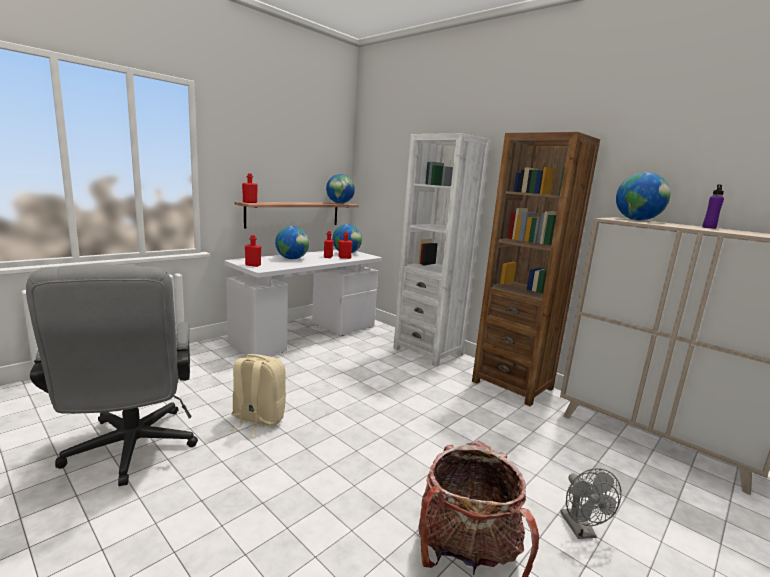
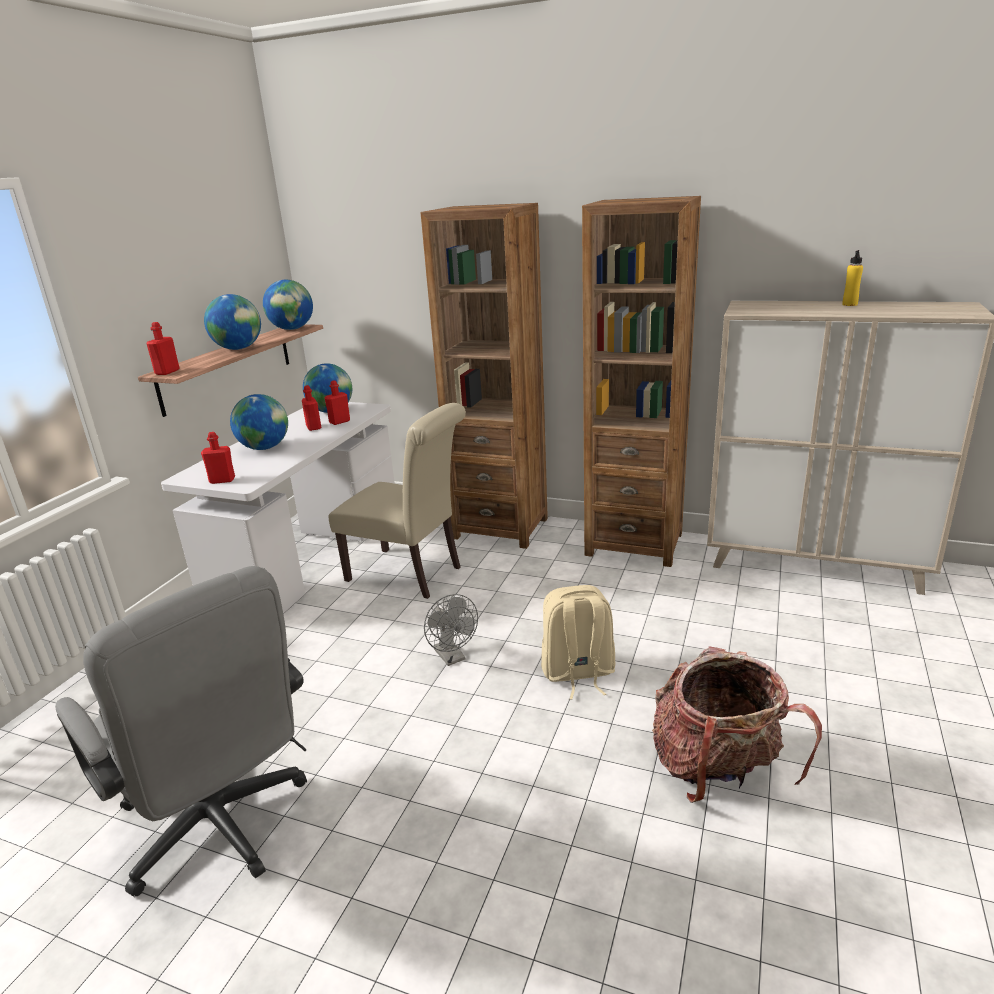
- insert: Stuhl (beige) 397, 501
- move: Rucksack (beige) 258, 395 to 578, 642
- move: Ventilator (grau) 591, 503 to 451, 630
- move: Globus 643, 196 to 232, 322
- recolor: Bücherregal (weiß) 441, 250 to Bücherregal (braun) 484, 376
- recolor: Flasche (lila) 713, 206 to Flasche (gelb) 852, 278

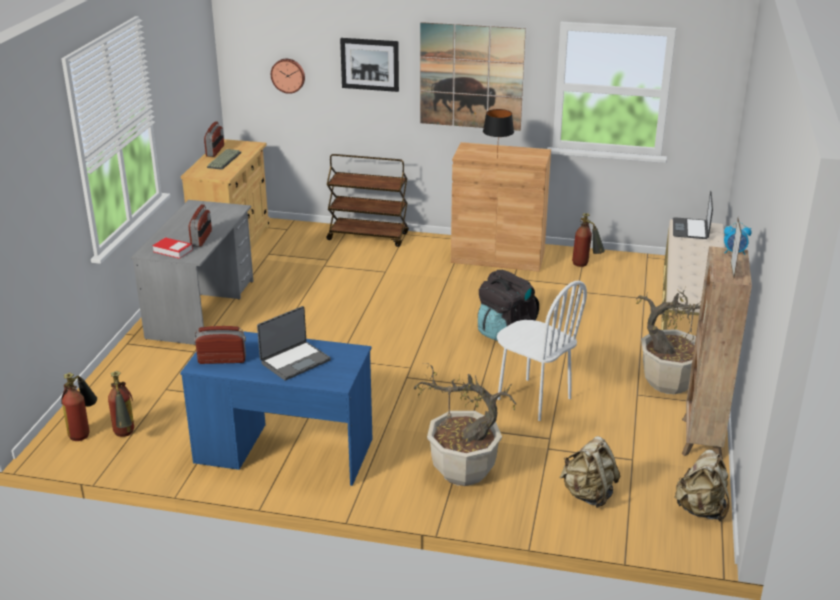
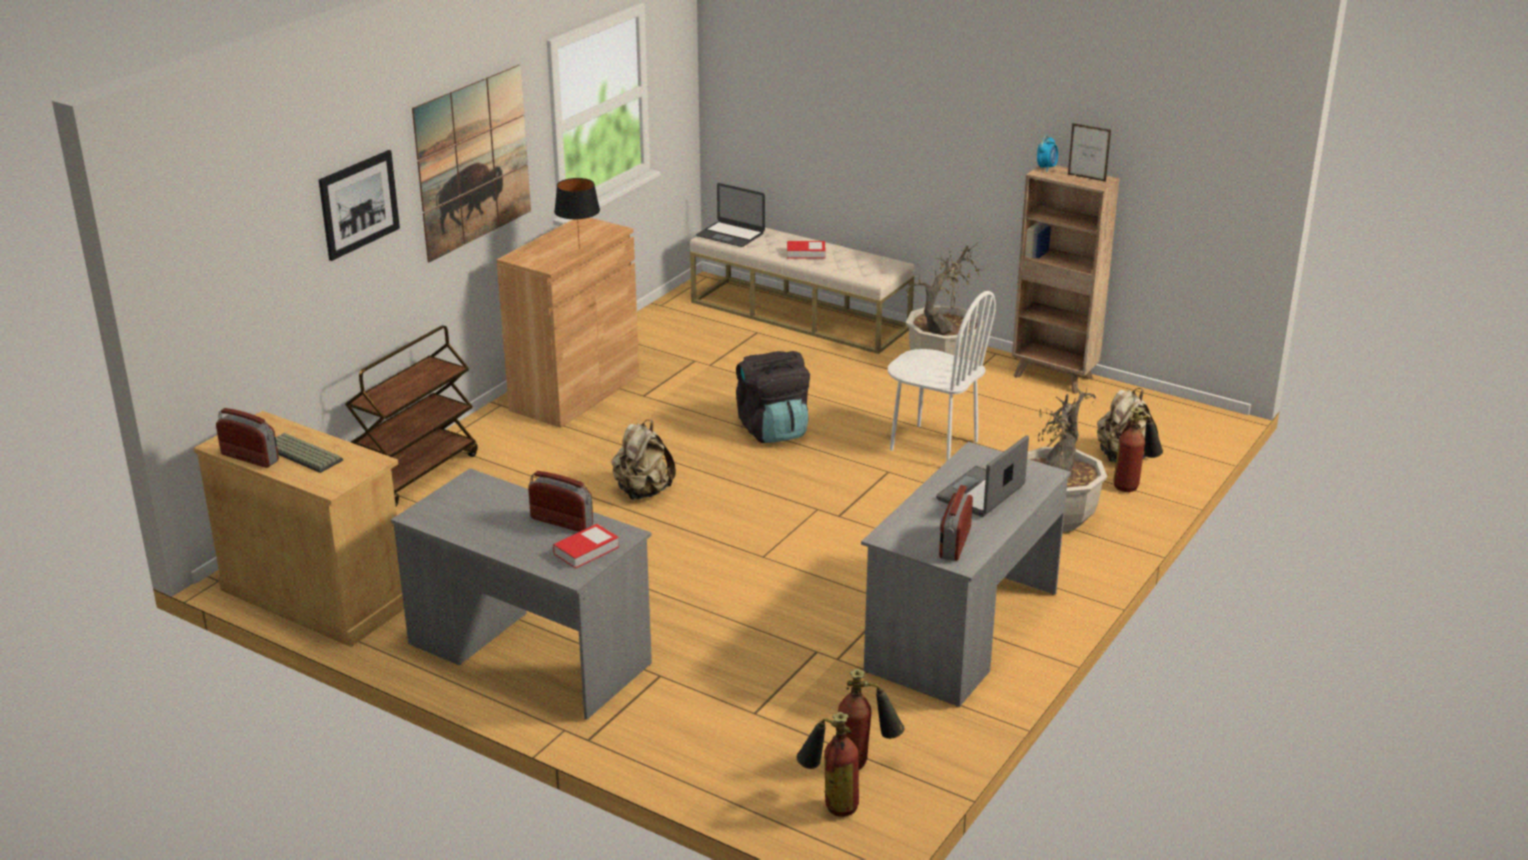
- delete: Wanduhr 288, 76
- insert: Buch 806, 249
- move: Feuerlöscher 588, 240 to 1138, 449
- move: Rucksack (beige) 702, 485 to 643, 460
- recolor: Schreibtisch (blau) 276, 408 to Schreibtisch (grau) 966, 574
- rotate: Laptop 294, 343 = 982, 476 120 degrees counterclockwise
- rotate: Stuhl (weiß) 542, 351 = 942, 376 60 degrees clockwise

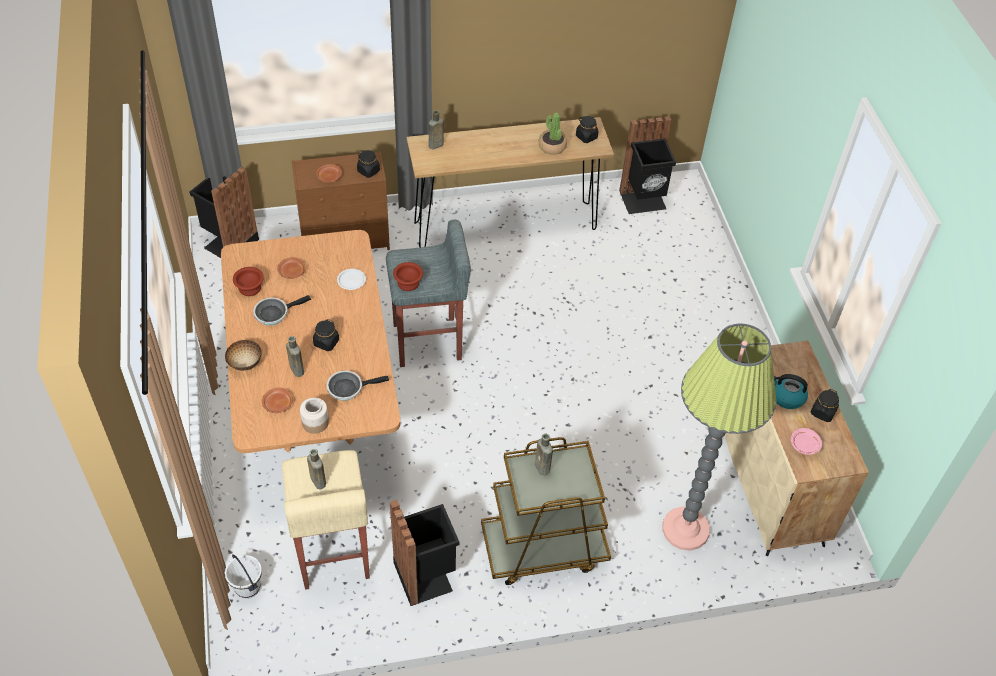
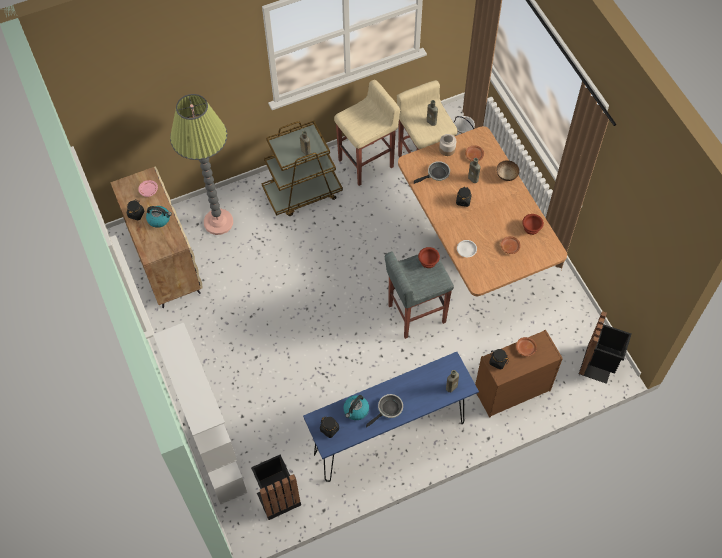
- insert: Bücherregal (weiß) 200, 413
- move: Pfanne 282, 310 to 384, 410
- replace: Mülleimer (schwarz) 424, 553 to Hocker (beige) 367, 133
- replace: Topfpflanze 553, 134 to Wasserkessel 356, 407
- recolor: Konsolentisch (braun) 510, 182 to Konsolentisch (blau) 391, 417

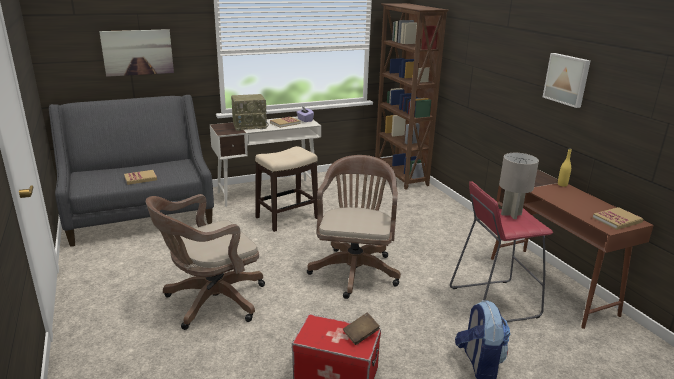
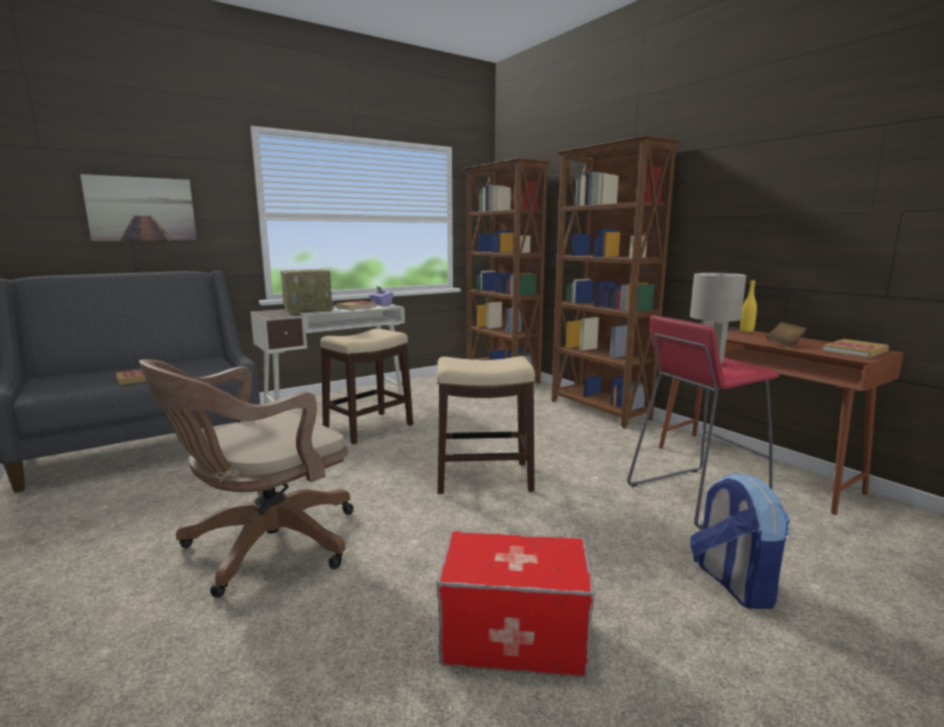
- delete: Bild 567, 80
- insert: Bücherregal (braun) 615, 281
- move: Buch (braun) 361, 329 to 786, 334
- replace: Bürostuhl (braun) 354, 227 to Hocker 486, 425

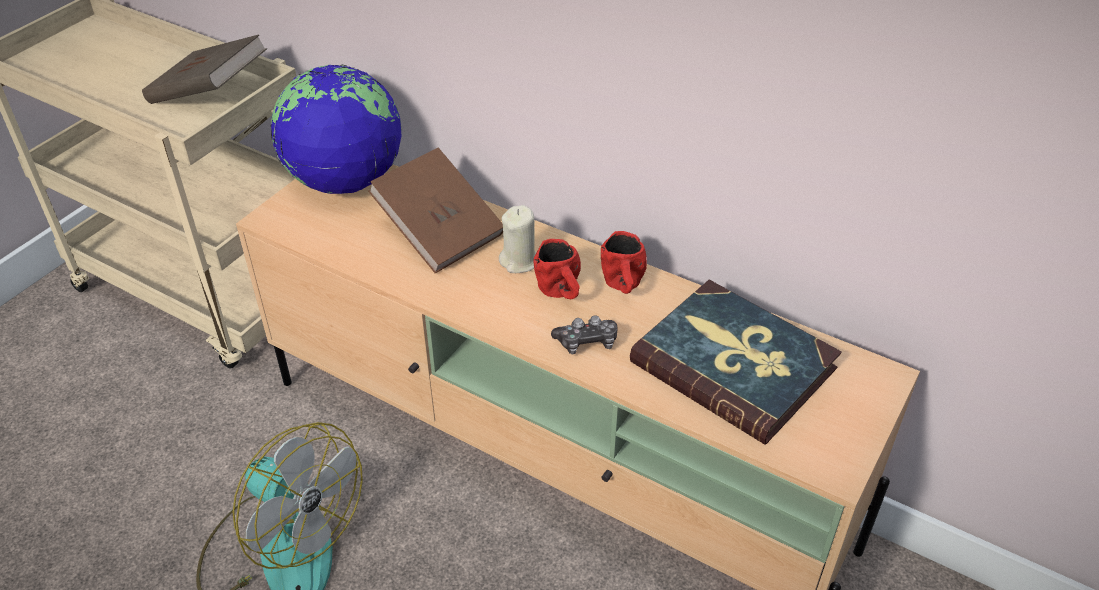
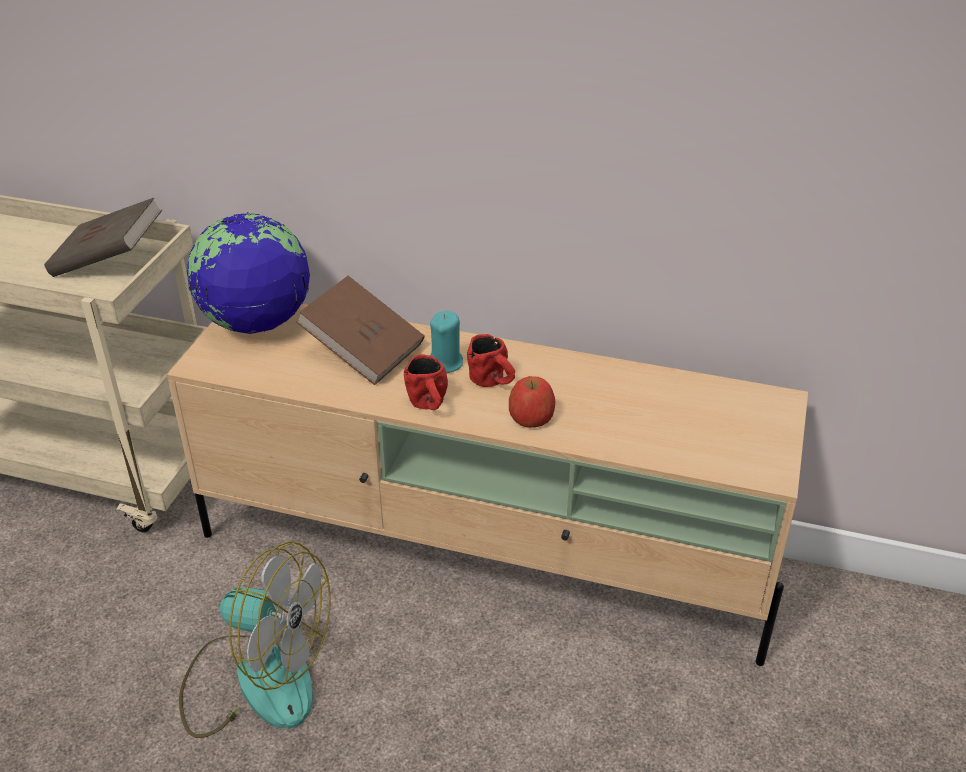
- delete: Buch 736, 362
- move: Henkelbecher (rot) 624, 262 to 426, 382
- replace: Gamepad 584, 334 to Apfel 532, 402
- recolor: Kerze (beige) 518, 239 to Kerze (türkis) 446, 341

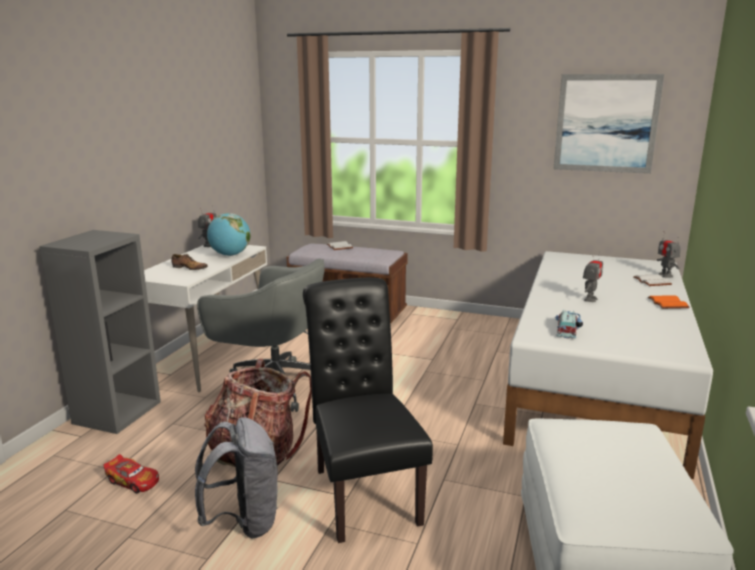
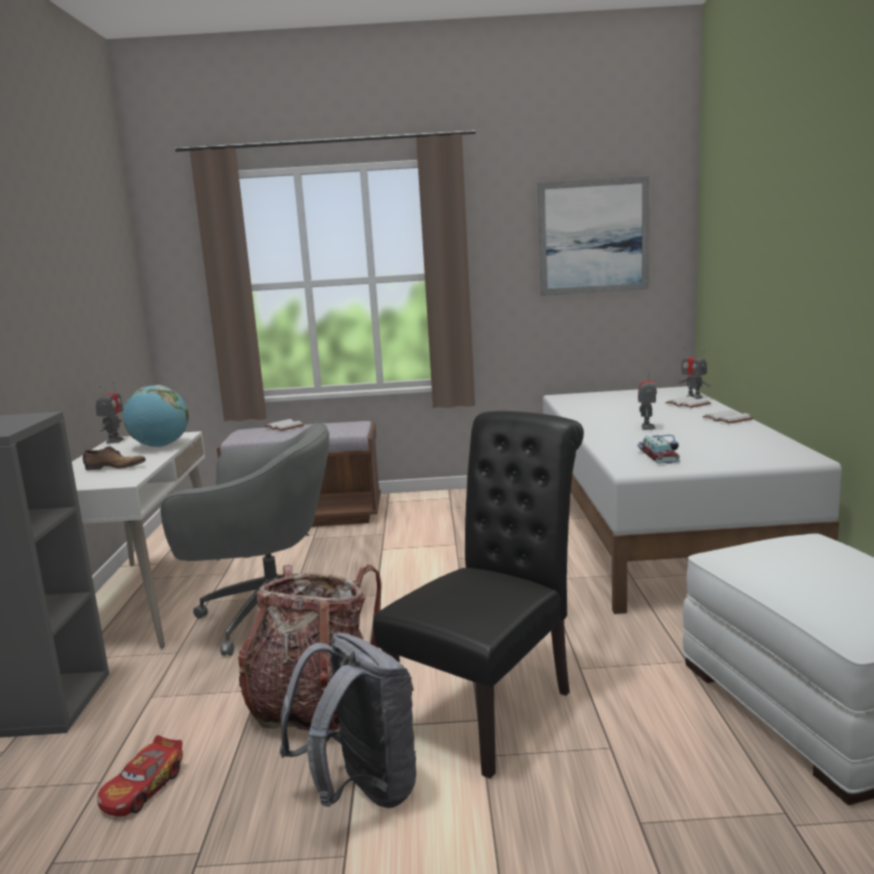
- recolor: Buch (orange) 669, 302 to Buch (weiß) 728, 417
- rotate: Spielzeugauto 131, 474 = 140, 775 105 degrees clockwise
- rotate: Stuhl (schwarz) 368, 410 = 478, 595 75 degrees clockwise

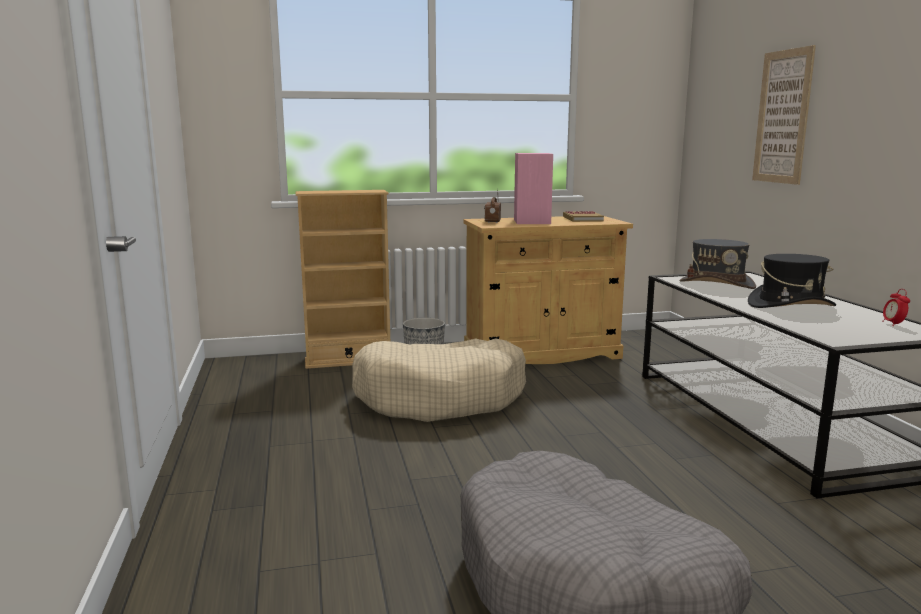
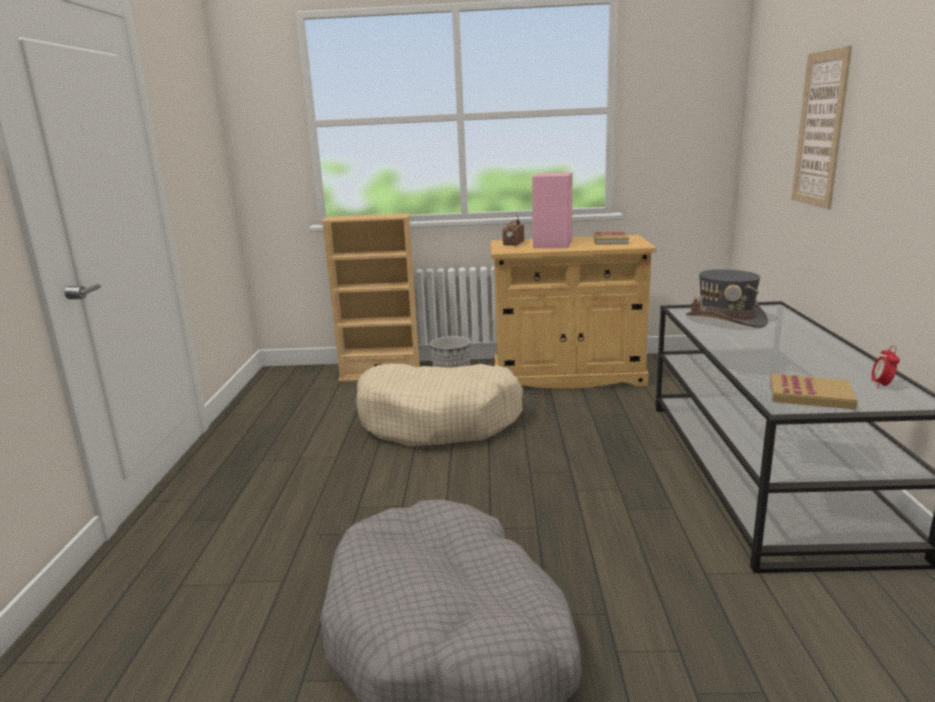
- delete: Hut (schwarz) 792, 281
- insert: Buch 813, 392

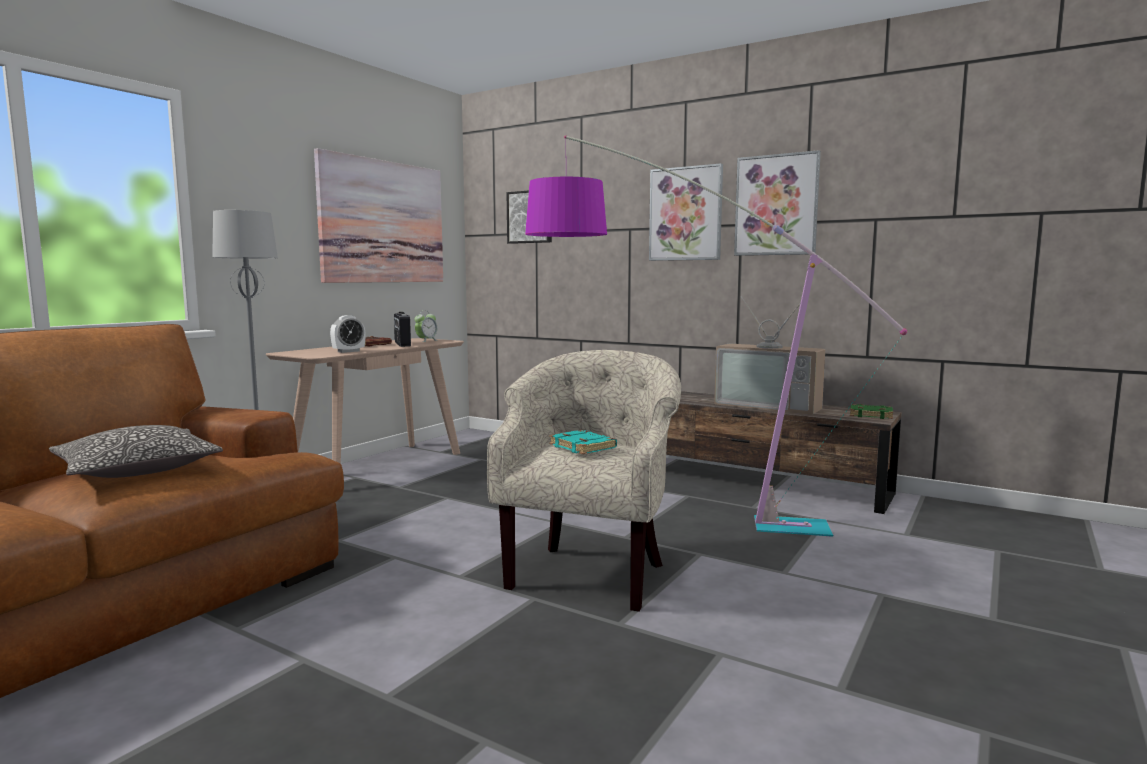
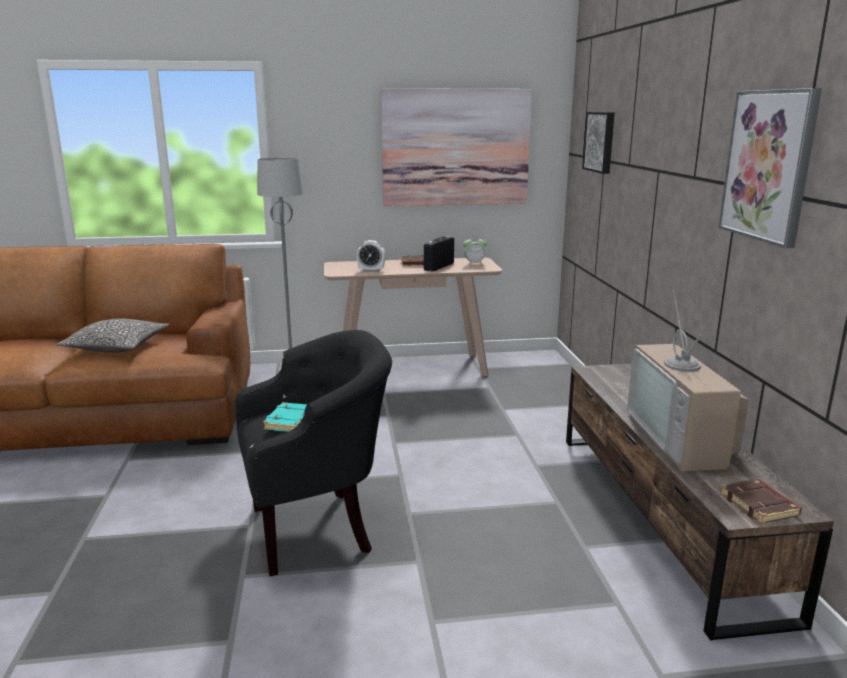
- delete: Stehlampe 716, 336
- delete: Bild 686, 212
- recolor: Sessel (beige) 584, 481 to Sessel (schwarz) 313, 453
- recolor: Buch (grün) 871, 411 to Buch (braun) 761, 501

